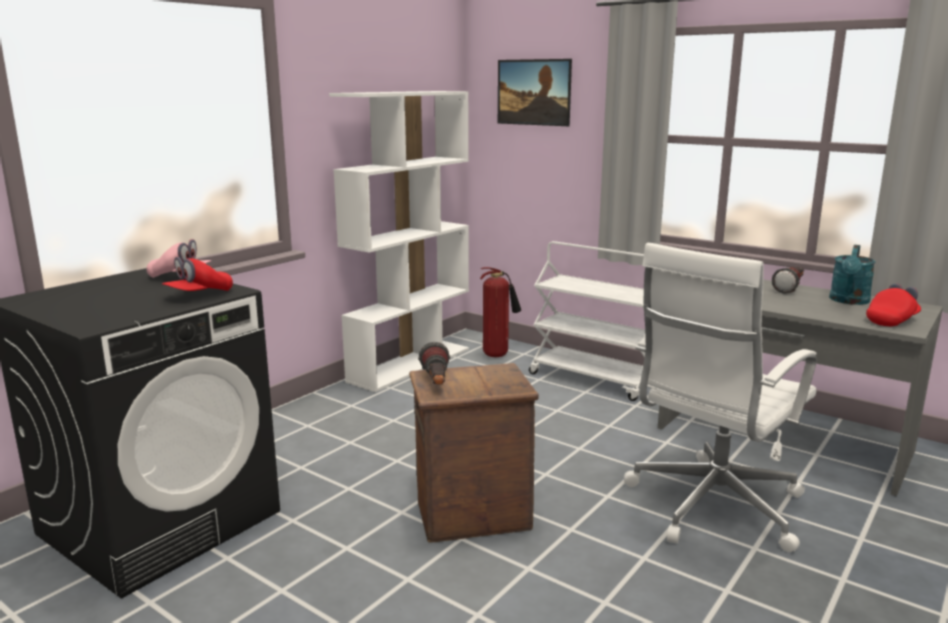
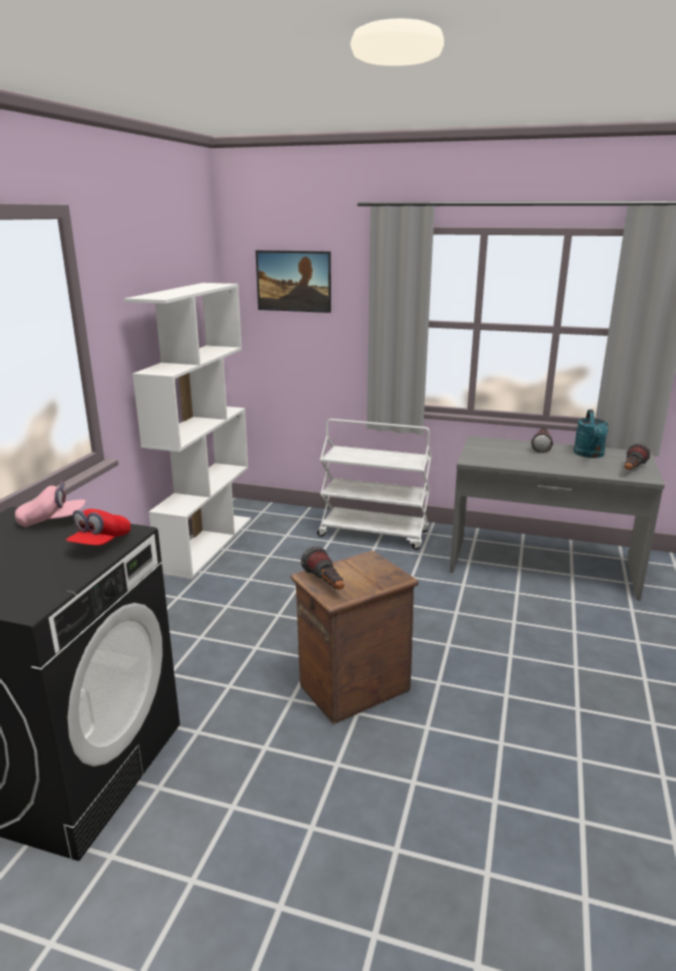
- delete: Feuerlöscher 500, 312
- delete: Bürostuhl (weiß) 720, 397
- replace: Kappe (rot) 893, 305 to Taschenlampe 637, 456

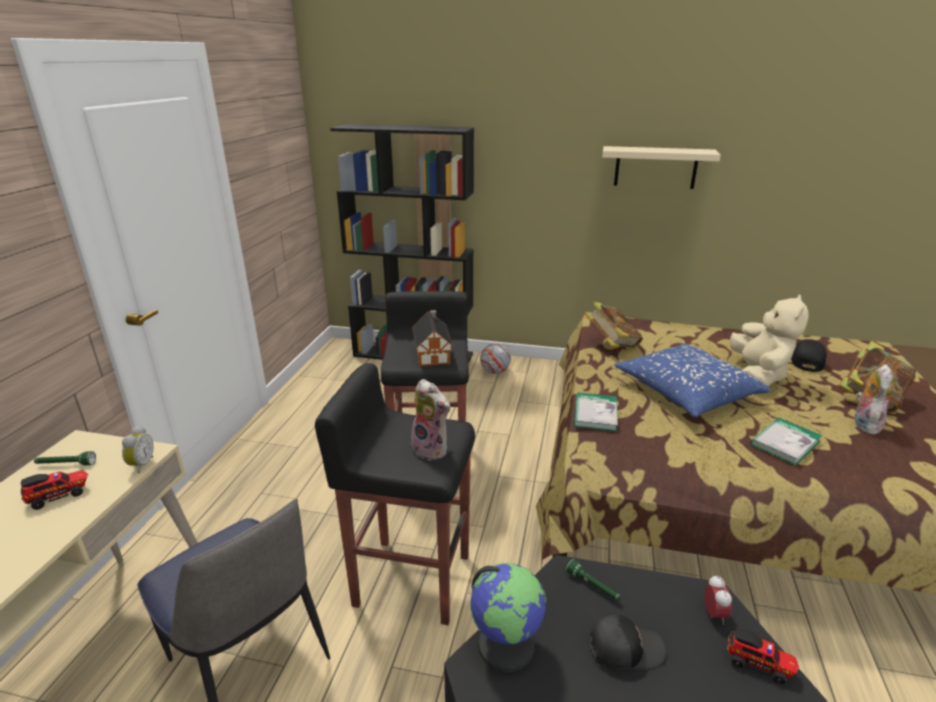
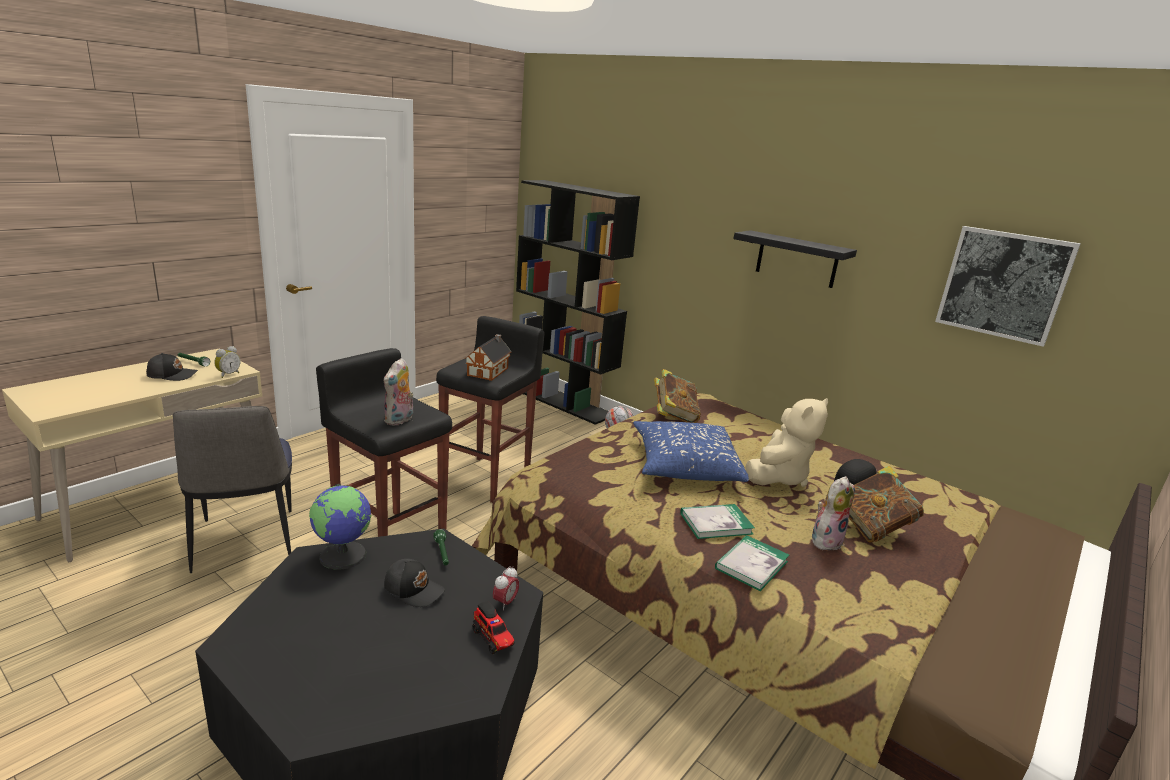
- insert: Bild 1008, 286
- move: Buch 596, 412 to 752, 563
- replace: Spielzeuglaster 54, 490 to Kappe (schwarz) 172, 367
- recolor: Wandregal (beige) 661, 167 to Wandregal (schwarz) 795, 259
- rotate: Plüschtier 431, 420 = 398, 392 45 degrees clockwise

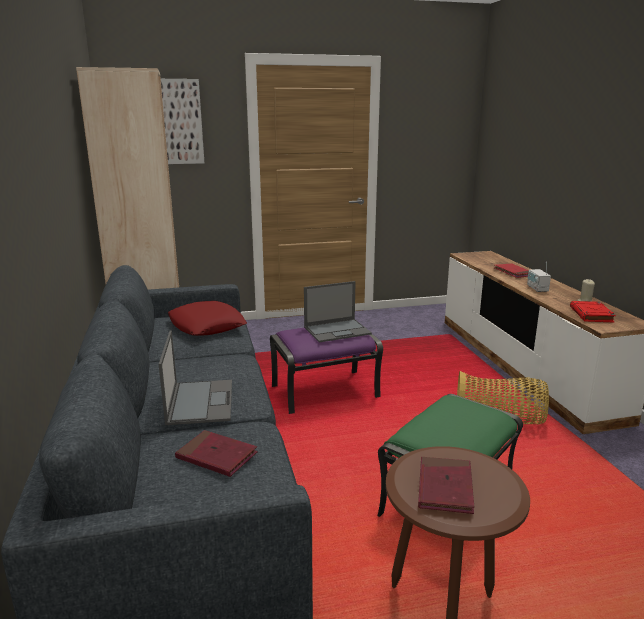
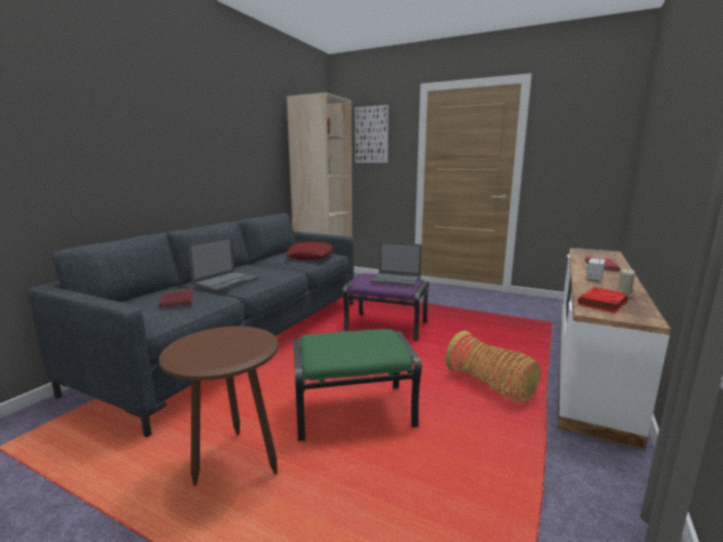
- delete: Buch (rot) 446, 485

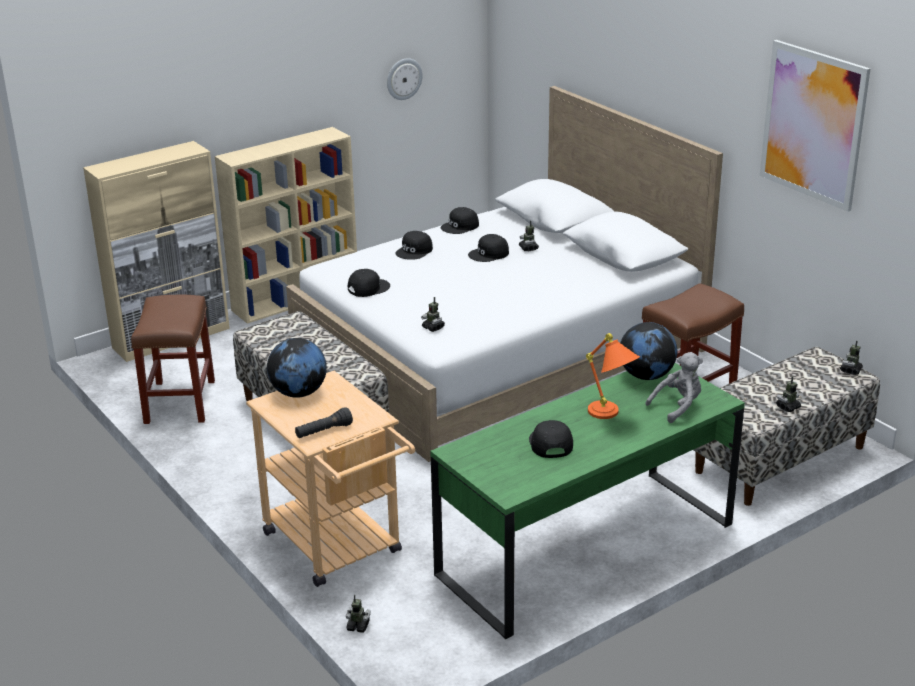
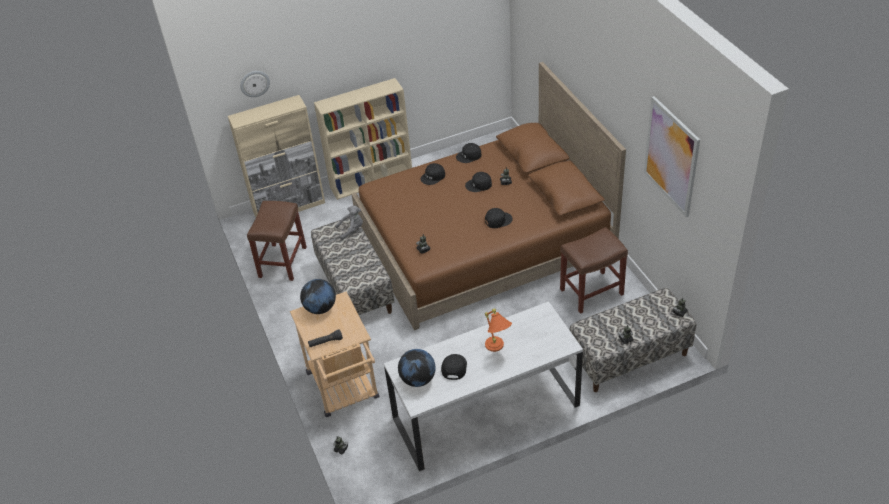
- move: Kappe (schwarz) 369, 283 to 499, 218
- move: Wanduhr 405, 79 to 255, 84
- move: Globus 649, 351 to 417, 368
- move: Plüschtier (grau) 674, 387 to 349, 222
- recolor: Bett (weiß) 504, 274 to Bett (braun) 488, 196
- recolor: Schreibtisch (grün) 587, 501 to Schreibtisch (weiß) 483, 386

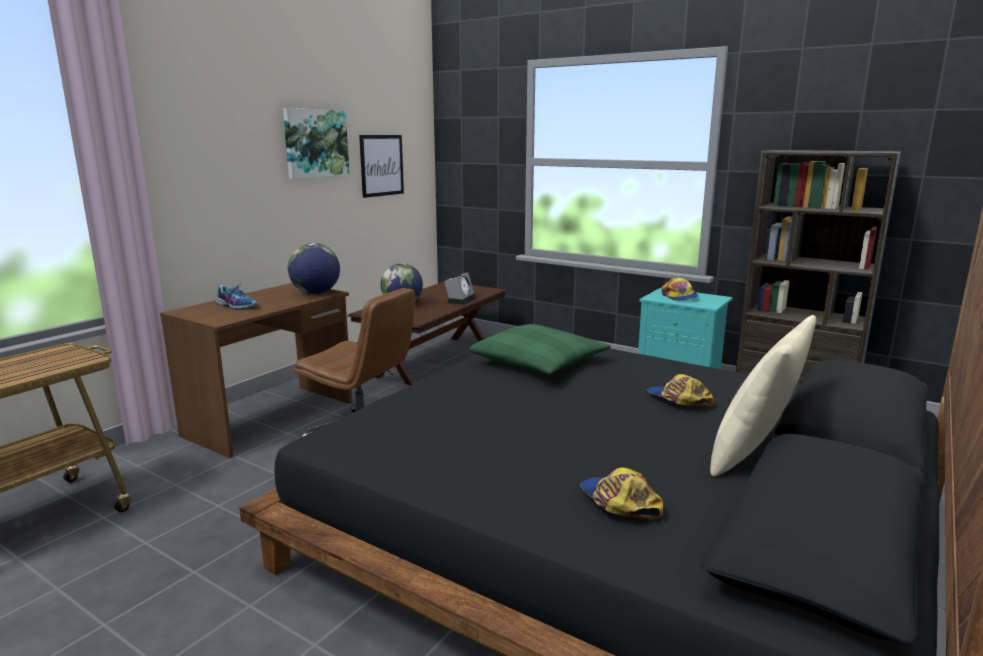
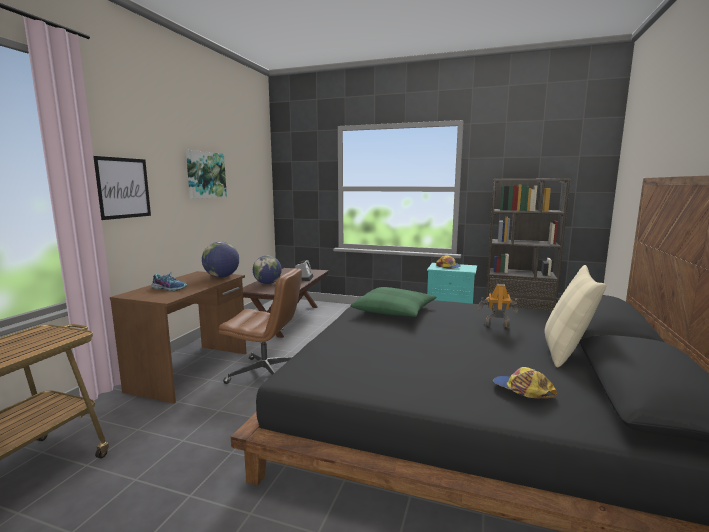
- move: Bild 381, 166 to 122, 188
- replace: Kappe 680, 390 to Spielzeugroboter 498, 305

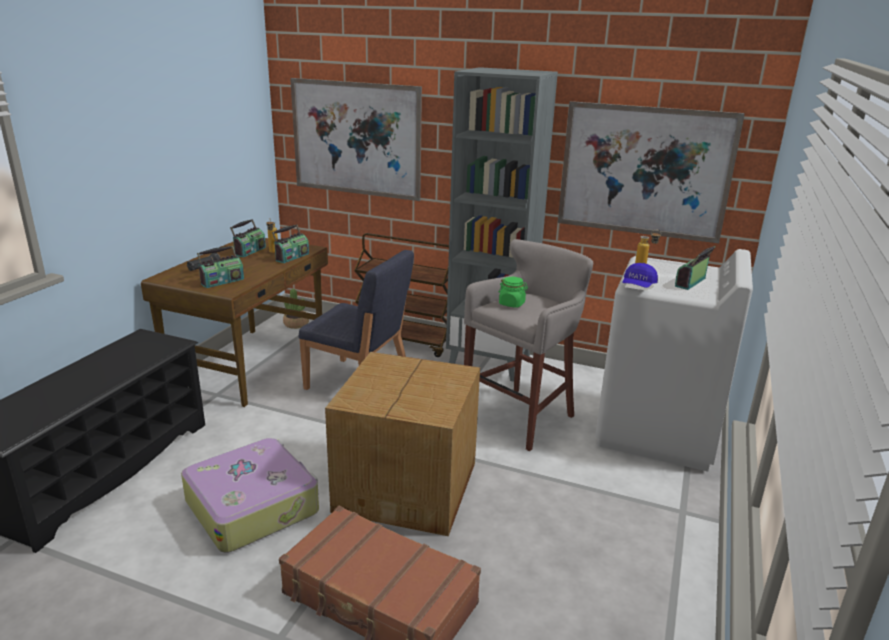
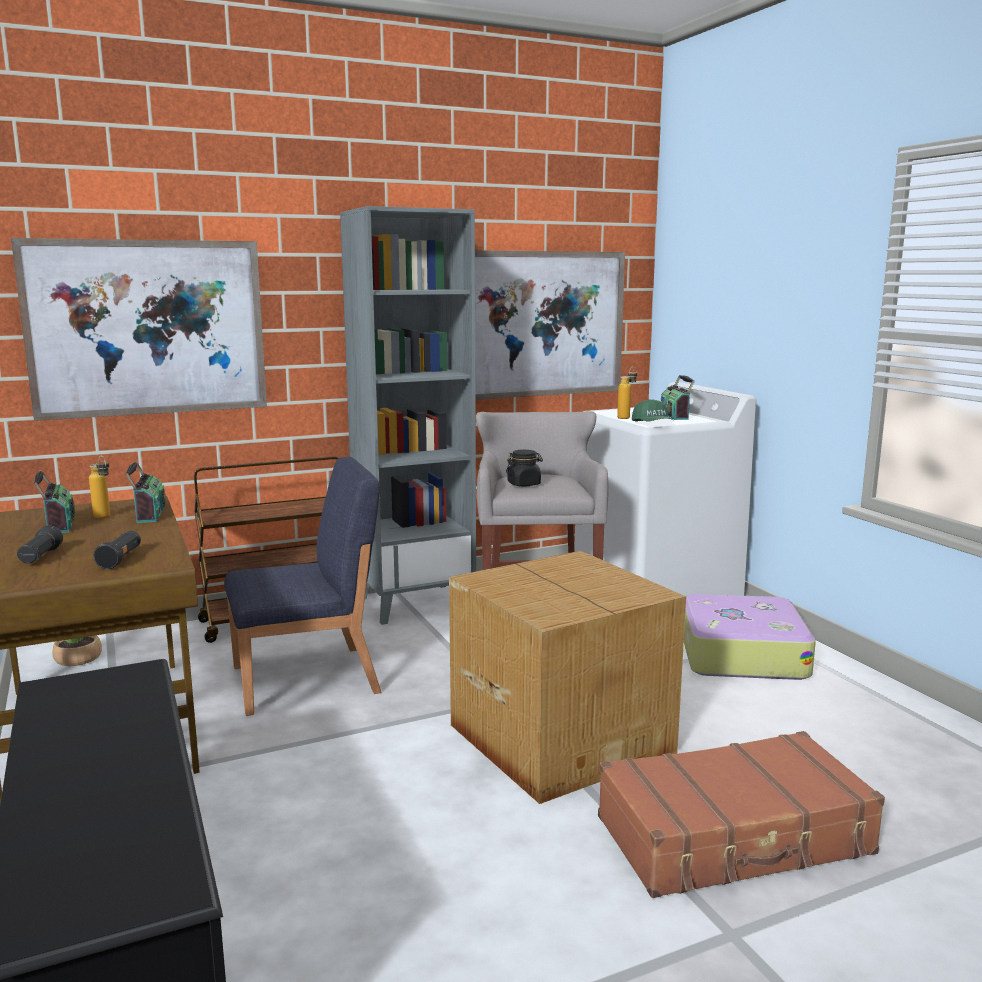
- move: Koffer 250, 495 to 750, 637
- replace: Radio 220, 267 to Taschenlampe (schwarz) 117, 550
- recolor: Vorratsglas (grün) 513, 292 to Vorratsglas (schwarz) 524, 468
- recolor: Kappe (blau) 640, 275 to Kappe (grün) 652, 410

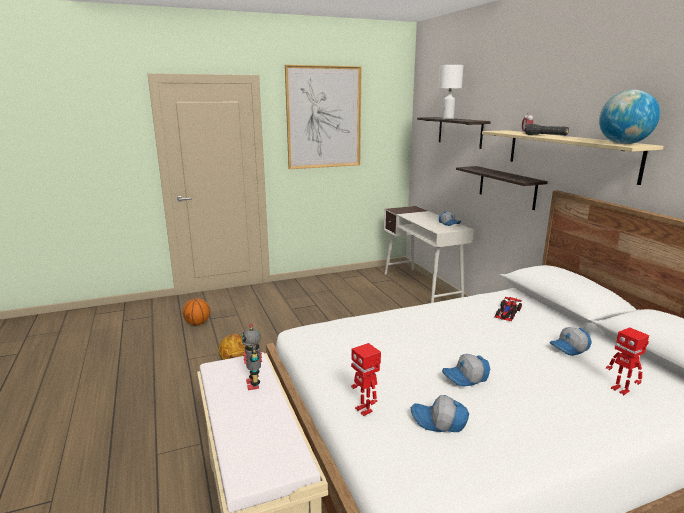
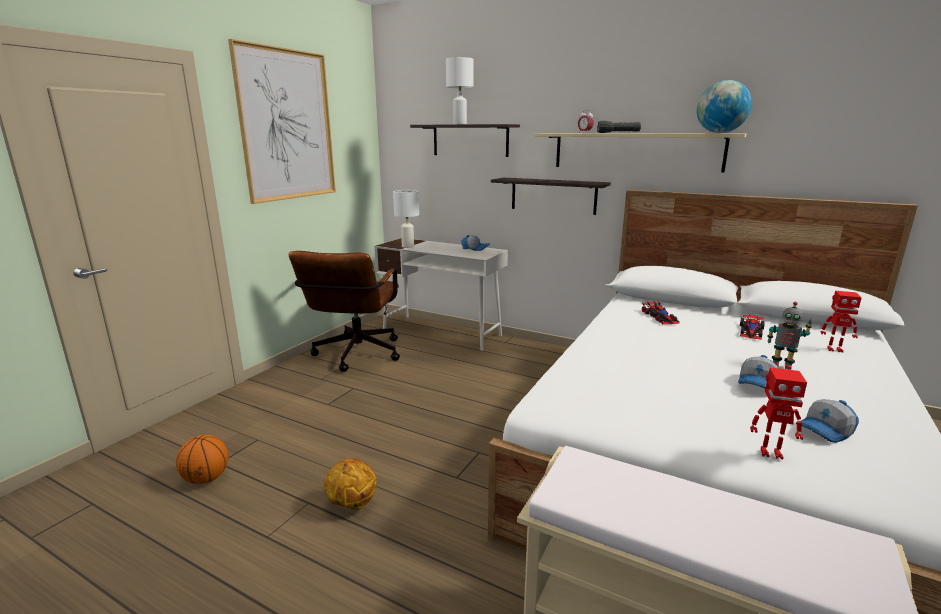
- insert: Bürostuhl (braun) 344, 311
- insert: Tischlampe (weiß) 406, 219
- move: Spielzeugroboter 252, 357 to 789, 336
- replace: Kappe 571, 341 to Spielzeugauto 752, 327

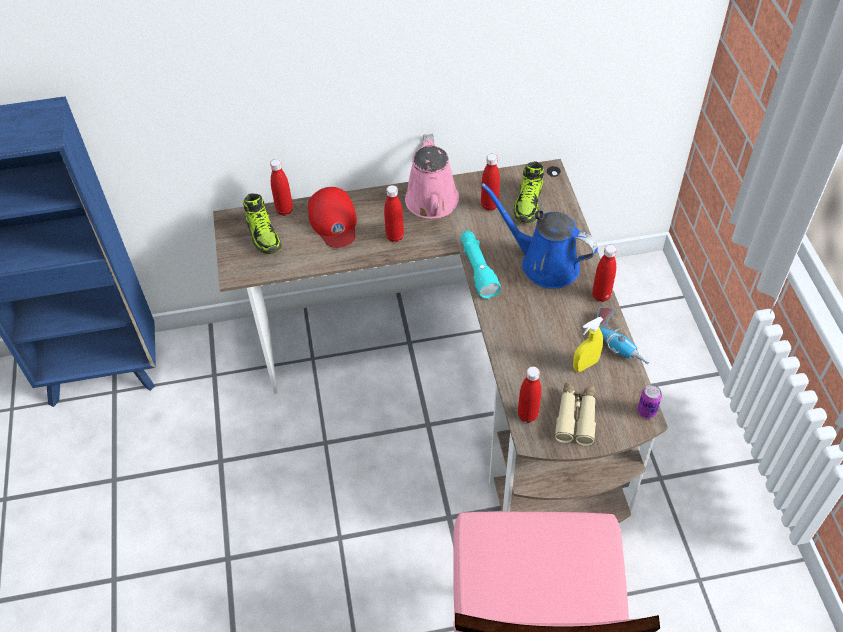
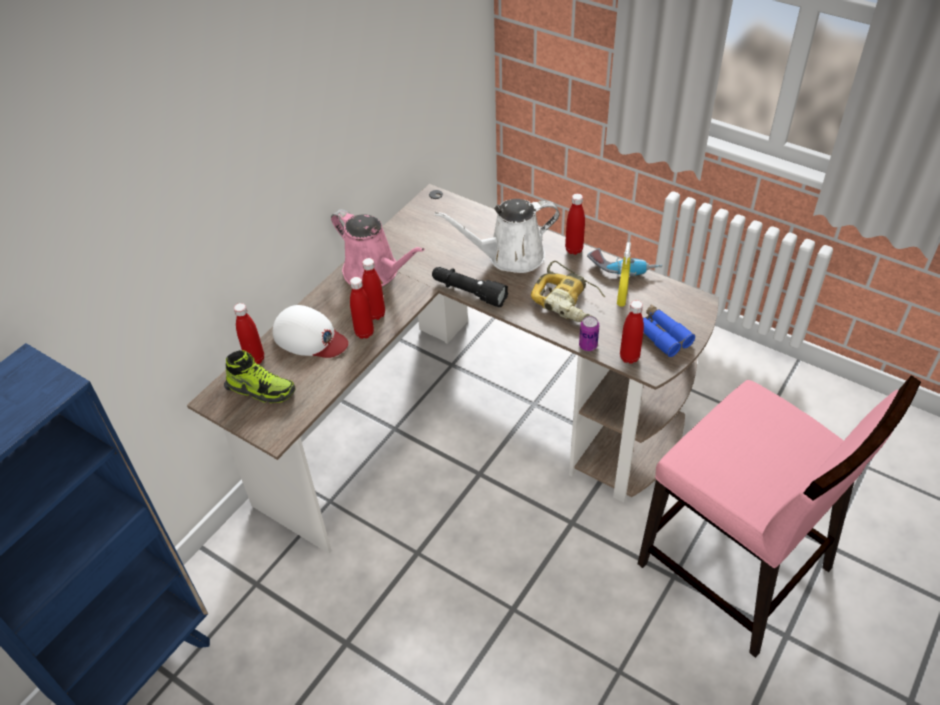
- delete: Schuh 529, 192
- insert: Bohrmaschine 568, 291
- move: Flasche (rot) 490, 182 to 362, 308
- move: Dose 649, 402 to 589, 333
- recolor: Kappe (rot) 332, 217 to Kappe (weiß) 310, 331
- recolor: Taschenlampe (türkis) 481, 265 to Taschenlampe (schwarz) 470, 287
- recolor: Gießkanne (blau) 539, 236 to Gießkanne (weiß) 497, 236
- recolor: Fernglas (beige) 575, 414 to Fernglas (blau) 669, 330

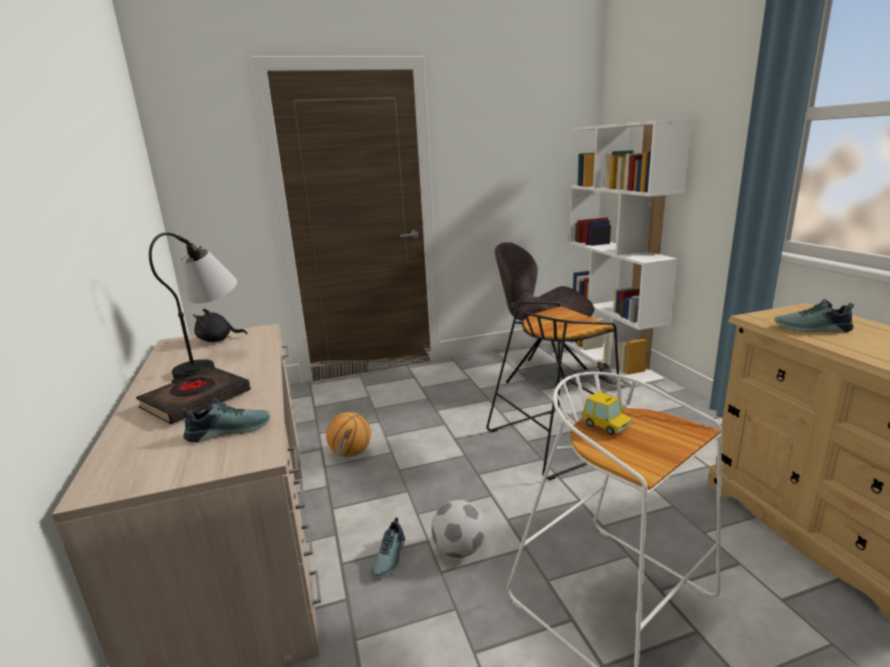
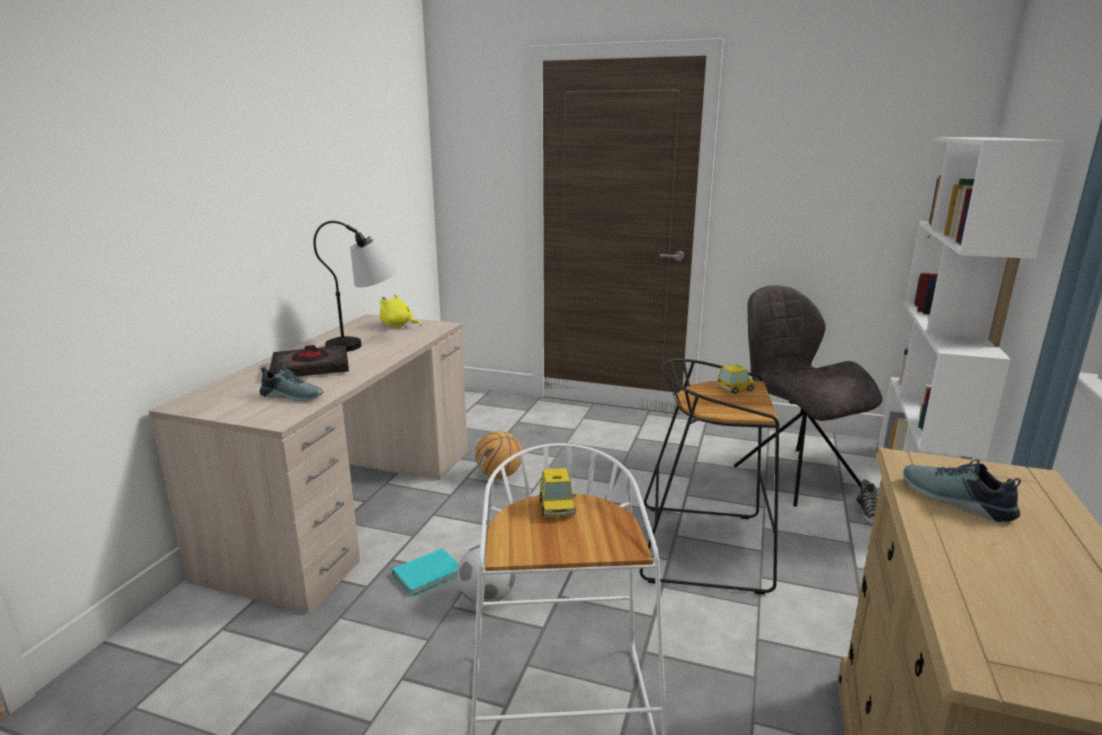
- insert: Spielzeugauto 737, 379
- replace: Schuh 388, 547 to Buch (türkis) 426, 572
- recolor: Plüschtier (schwarz) 220, 325 to Plüschtier (gelb) 400, 310

